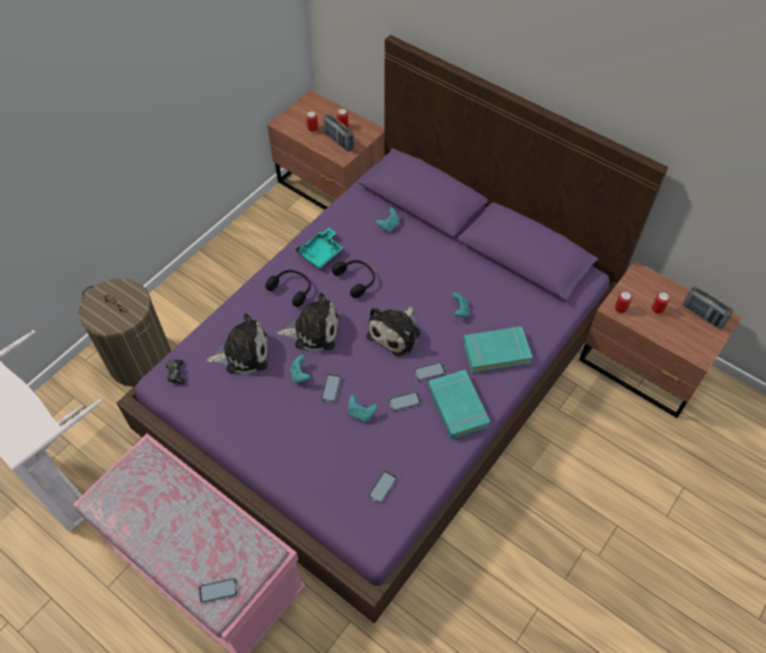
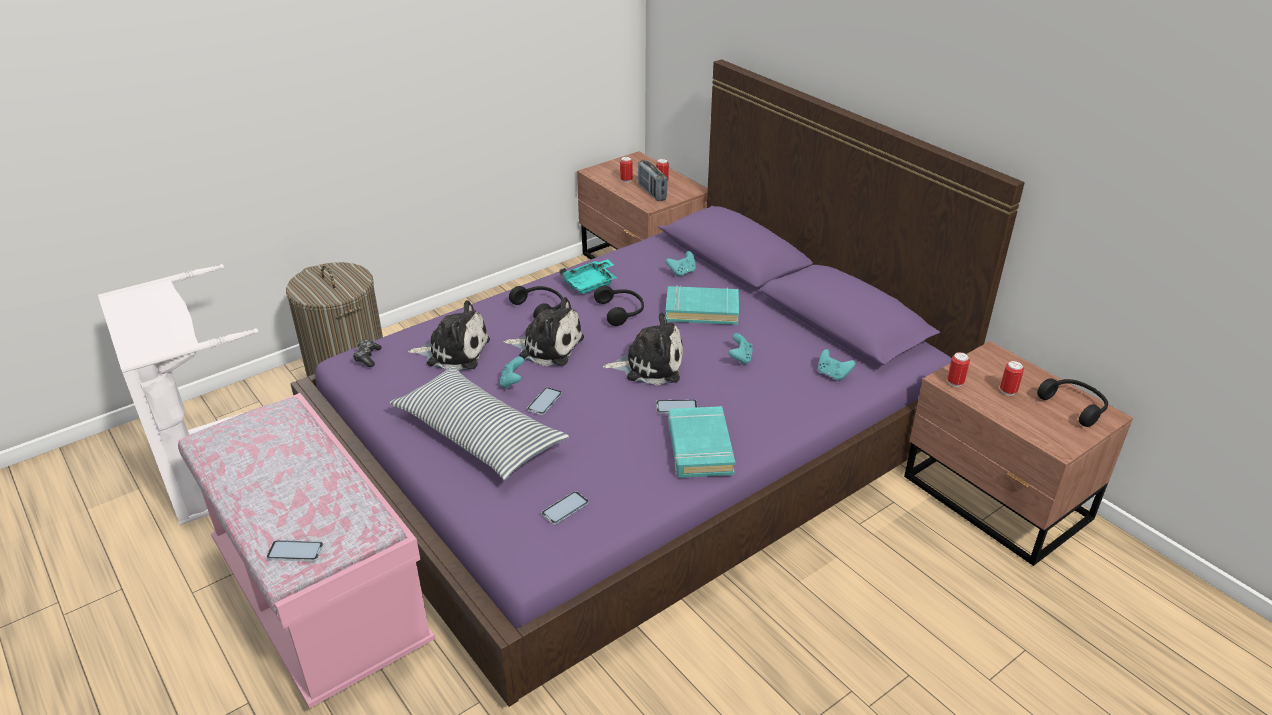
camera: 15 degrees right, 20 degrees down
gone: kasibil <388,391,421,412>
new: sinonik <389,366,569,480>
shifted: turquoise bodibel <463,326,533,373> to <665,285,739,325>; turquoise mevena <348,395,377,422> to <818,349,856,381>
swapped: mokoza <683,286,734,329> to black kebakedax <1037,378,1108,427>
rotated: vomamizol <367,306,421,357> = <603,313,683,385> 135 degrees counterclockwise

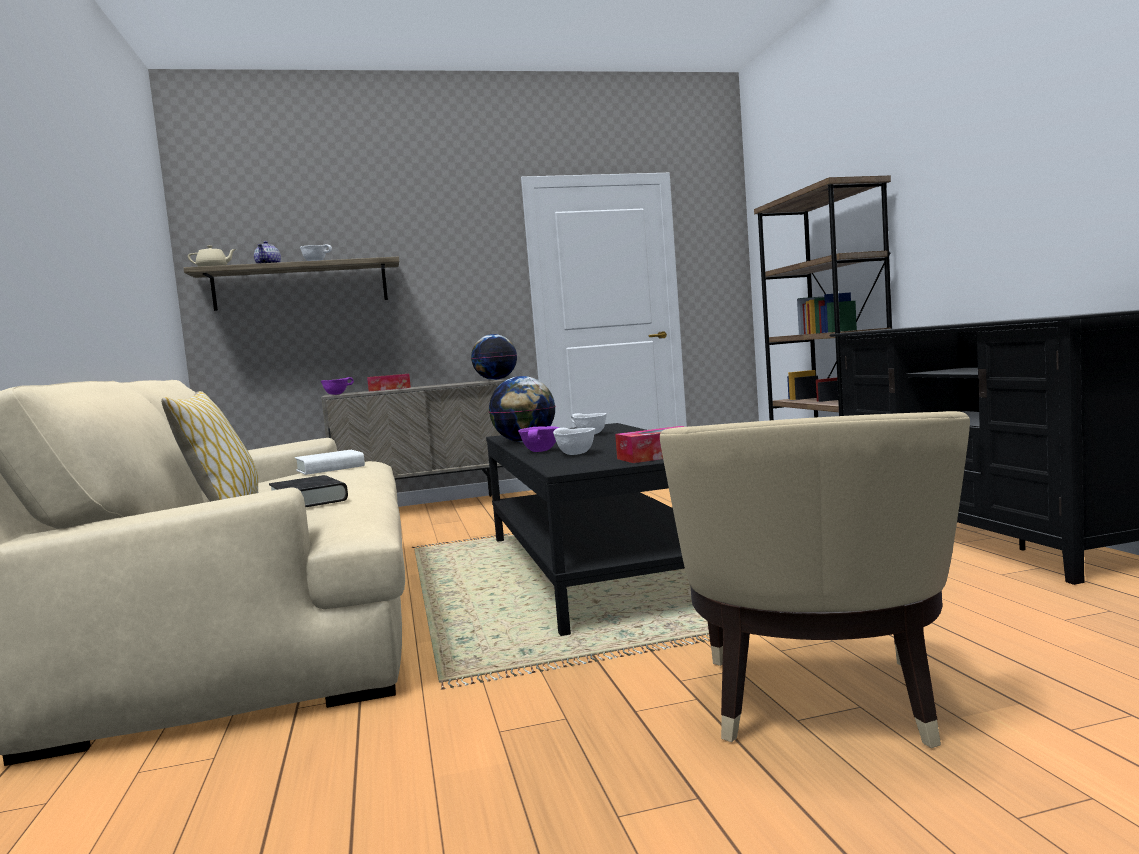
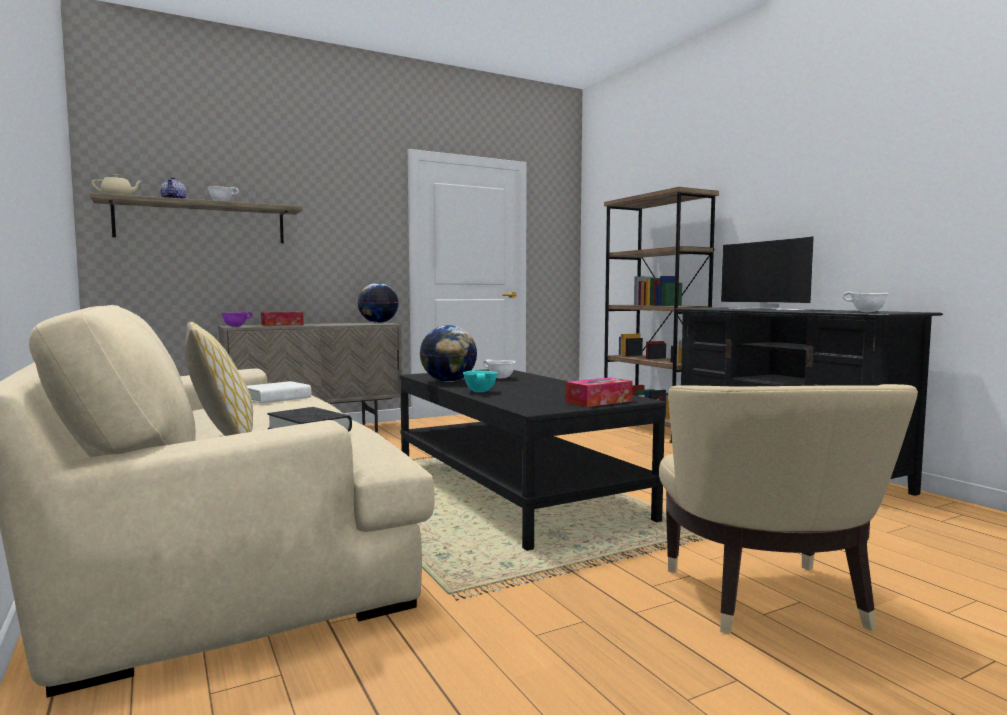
camera: 15 degrees left, 0 degrees up
new: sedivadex <721,236,815,310>
shifted: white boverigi <553,428,595,455> to <843,292,889,312>
repainted: purple boverigi <518,426,559,452> to turquoise boverigi <463,370,498,392>

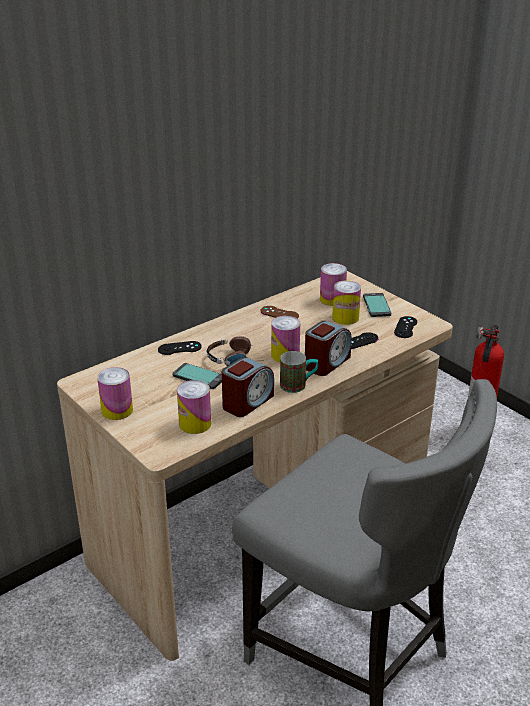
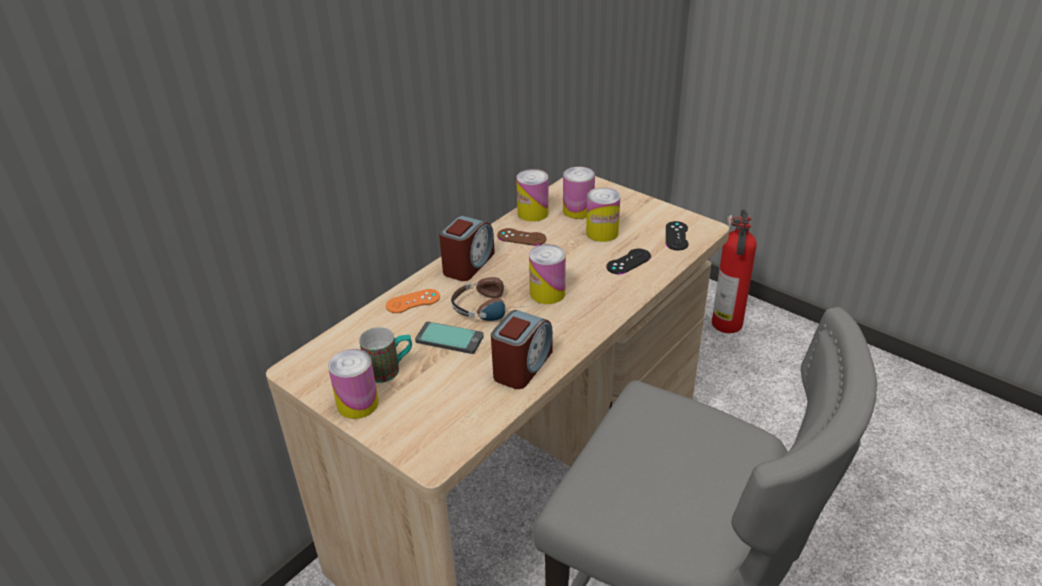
camera: 10 degrees left, 5 degrees up
gone: kasibil <363,293,391,317>
shifted: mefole <280,351,318,393> to <359,327,412,383>; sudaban <305,321,352,376> to <439,215,495,281>; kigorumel <177,380,211,434> to <516,169,549,222>
repainted: black mevena <158,341,202,355> to orange mevena <386,289,440,313>

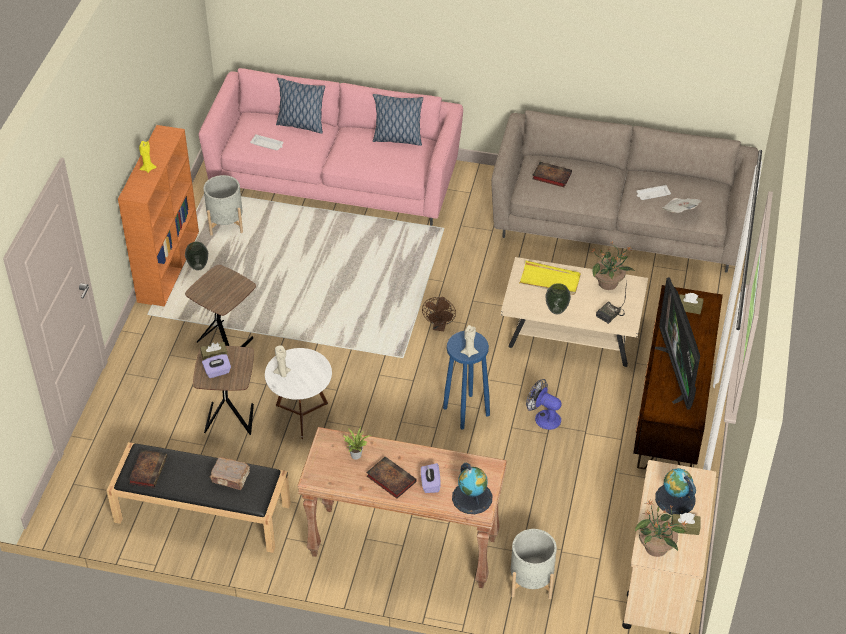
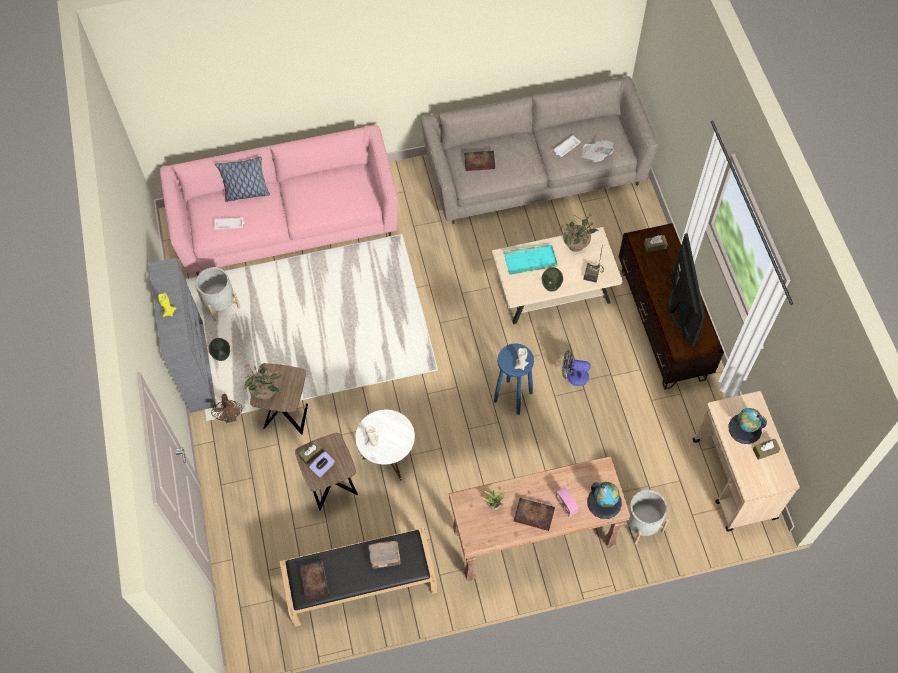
camera: 25 degrees left, 15 degrees up
gone: sinonik <373,94,423,146>
shifted: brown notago <422,297,456,331> to <211,394,242,423>; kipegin <635,501,687,557> to <245,363,282,400>
swapped: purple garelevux <421,463,441,493> to mokoza <556,487,579,517>
repainted: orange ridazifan <118,125,199,306> to grey ridazifan <149,258,216,413>; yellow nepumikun <519,261,581,295> to turquoise nepumikun <504,245,558,275>
rotated: sedivadex <655,278,700,410> = <669,233,705,347> 150 degrees counterclockwise

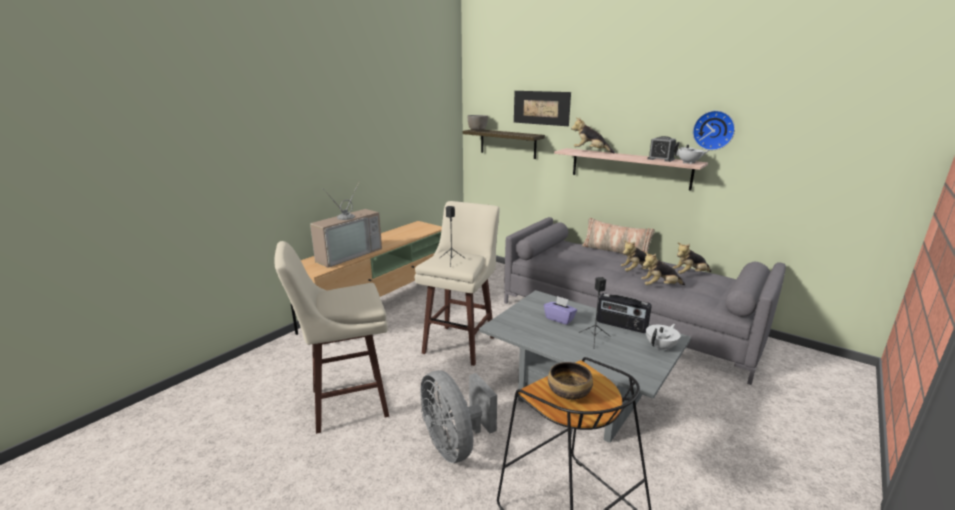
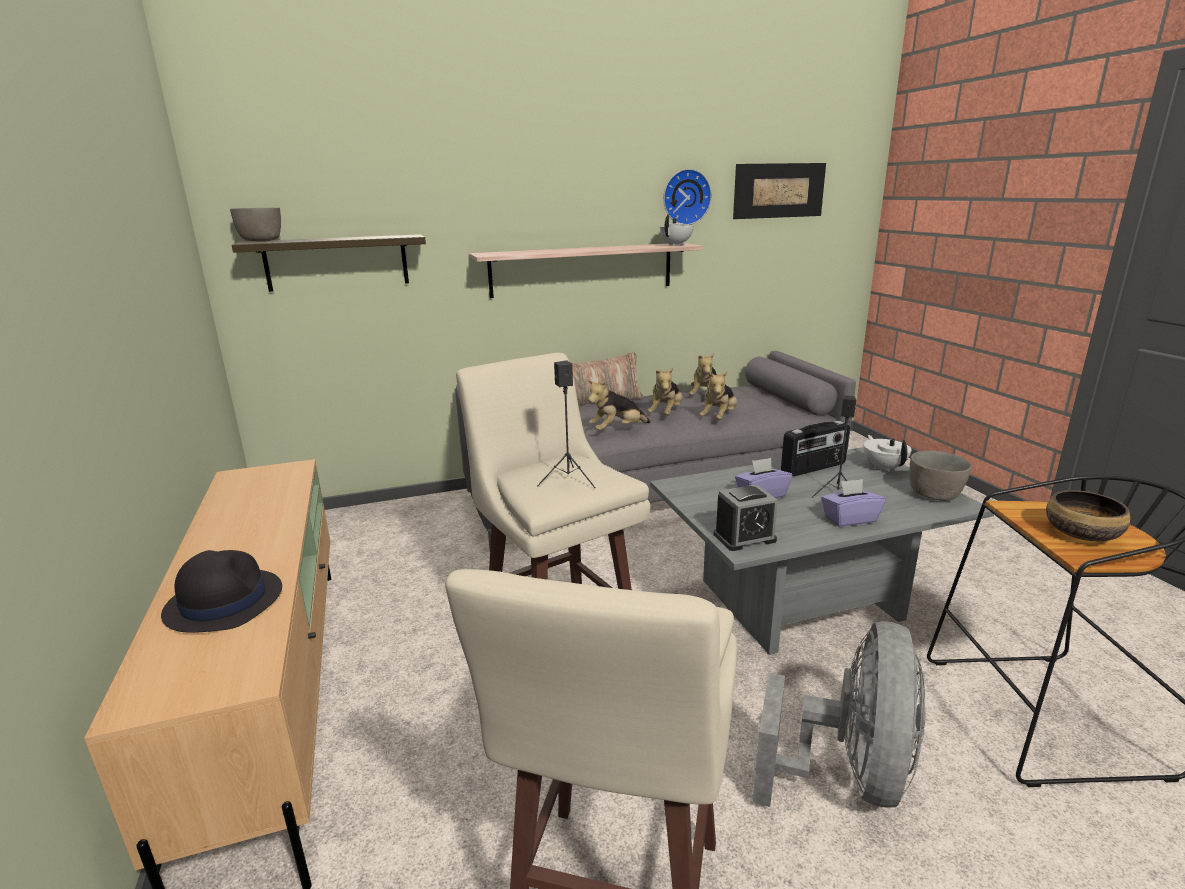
camera: 55 degrees left, 0 degrees up
new: purple garelevux <821,479,886,527>; grey boverigi <909,451,972,501>
shifted: vomamizol <571,118,615,153> to <587,380,650,430>; sudaban <648,136,676,162> to <714,484,778,551>; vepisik <514,91,571,126> to <733,163,826,219>
swapped: sedivadex <310,180,382,268> to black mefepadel <161,550,282,633>
rotated: grey notago <420,370,497,463> = <753,621,926,807> 75 degrees counterclockwise

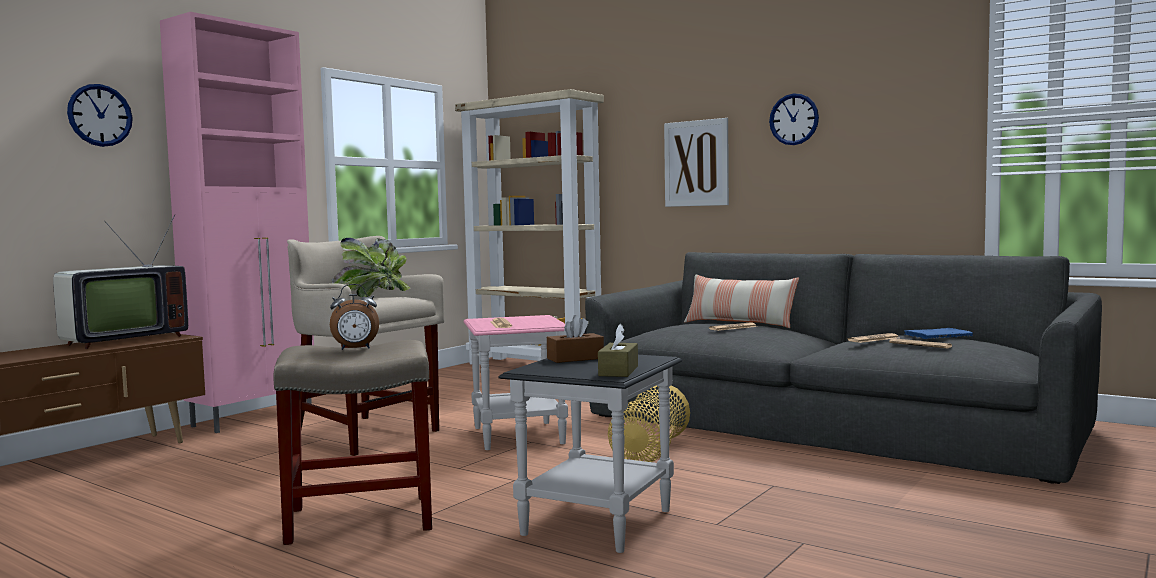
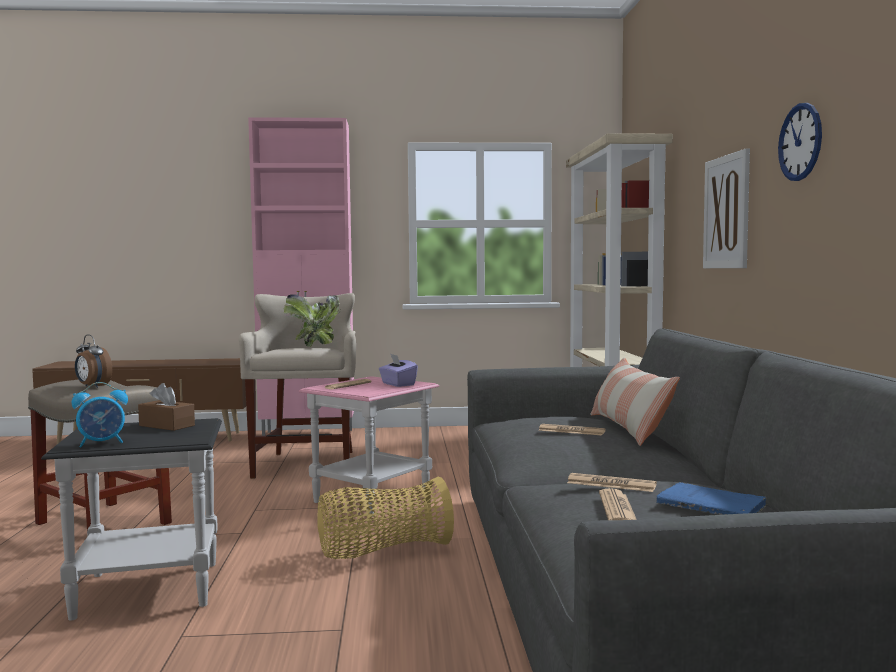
camera: 50 degrees right, 0 degrees up
gone: sedivadex <53,214,188,349>; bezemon <67,84,133,147>
new: purple garelevux <379,354,418,387>
swapped: brown garelevux <598,324,638,377> to sudaban <72,382,128,447>

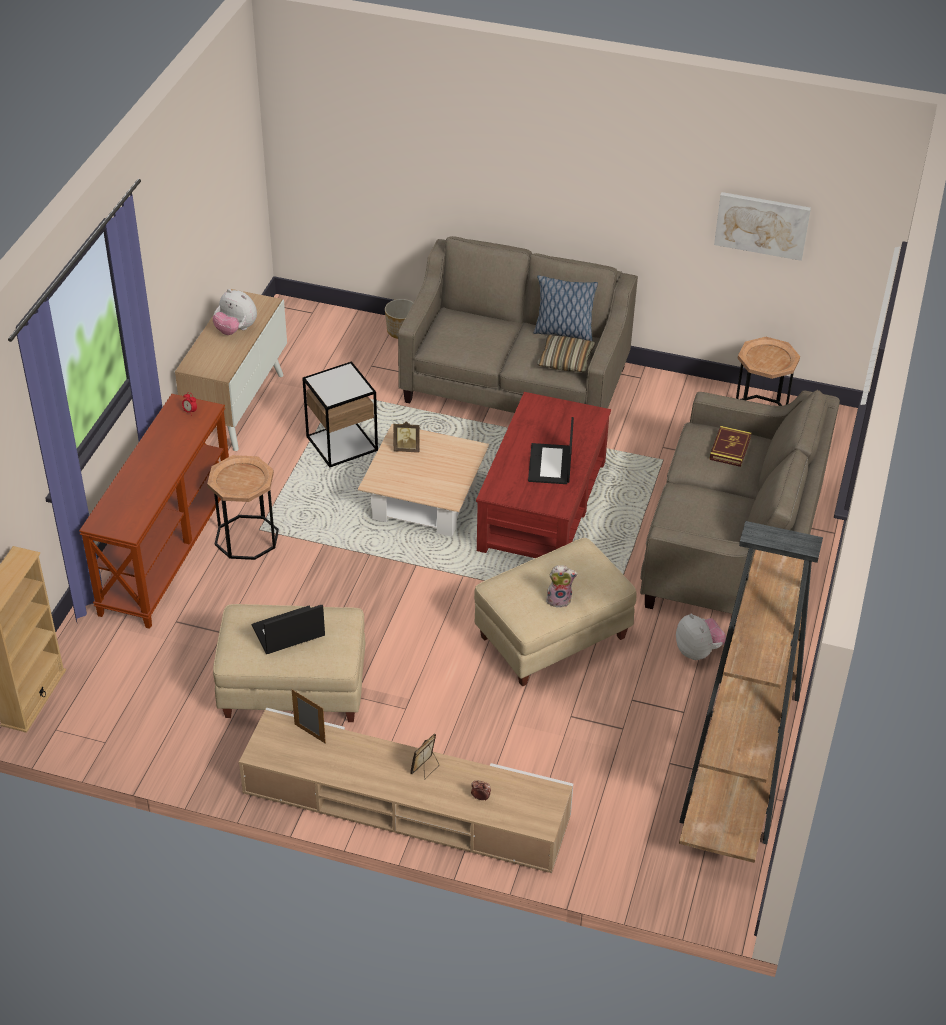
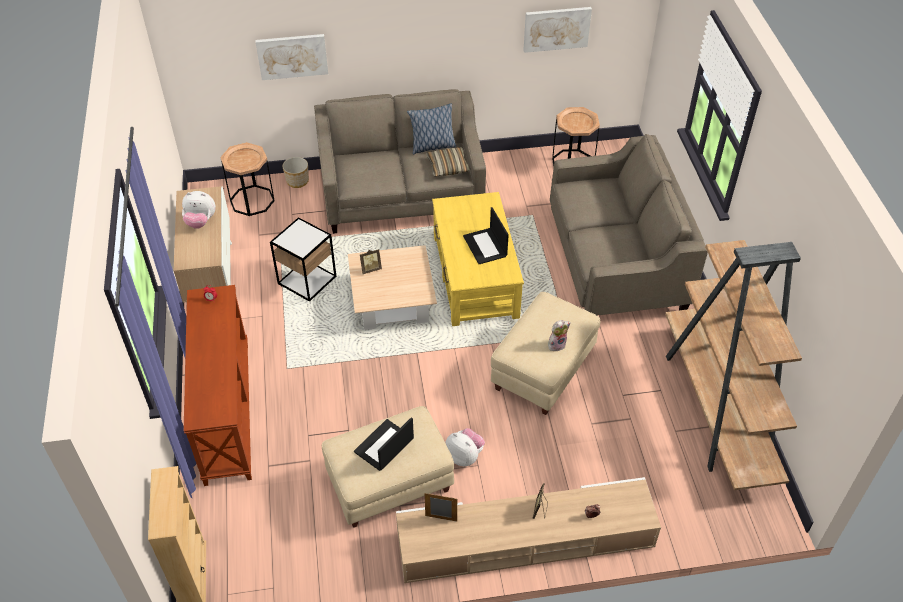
camera: 25 degrees left, 5 degrees up
gone: bodibel <709,426,752,467>
new: vepisik <255,34,328,80>
shifted: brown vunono <207,455,279,560> to <220,142,275,216>; vomamizol <676,613,726,660> to <445,428,485,466>
repainted: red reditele <476,392,611,558> to yellow reditele <432,192,524,326>

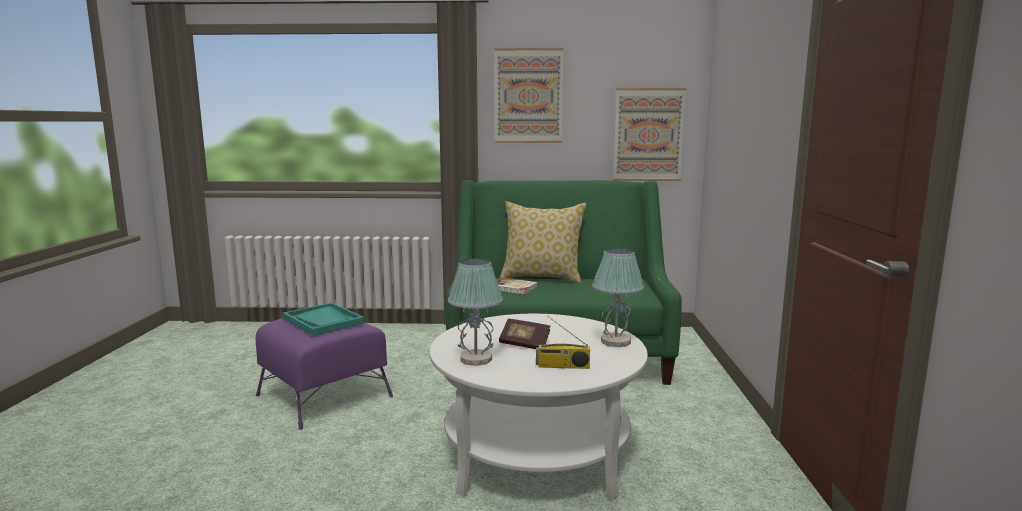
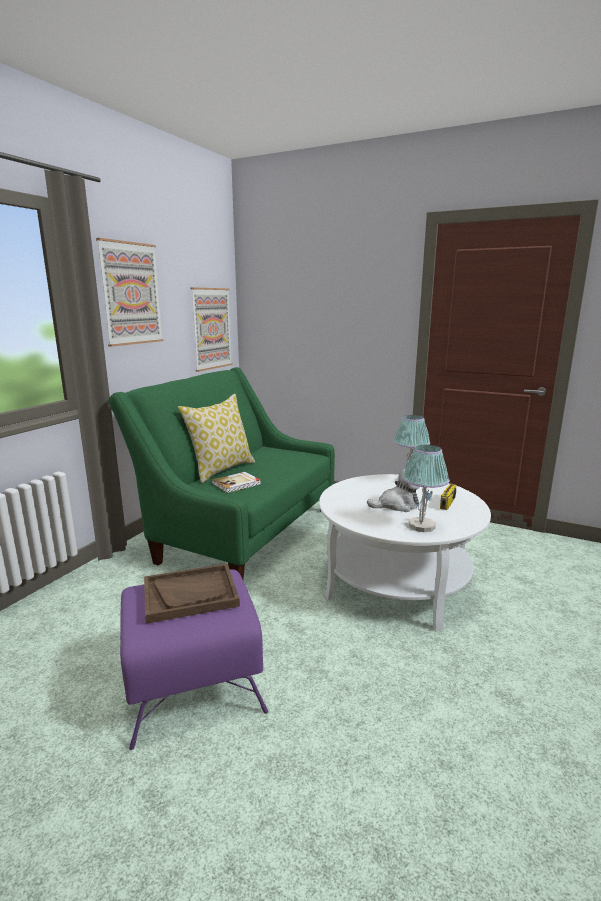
camera: 65 degrees left, 5 degrees up
swapped: bodibel <499,319,550,349> to vomamizol <367,469,420,512>
repainted: turquoise nepumikun <283,302,364,336> to brown nepumikun <144,563,240,624>

